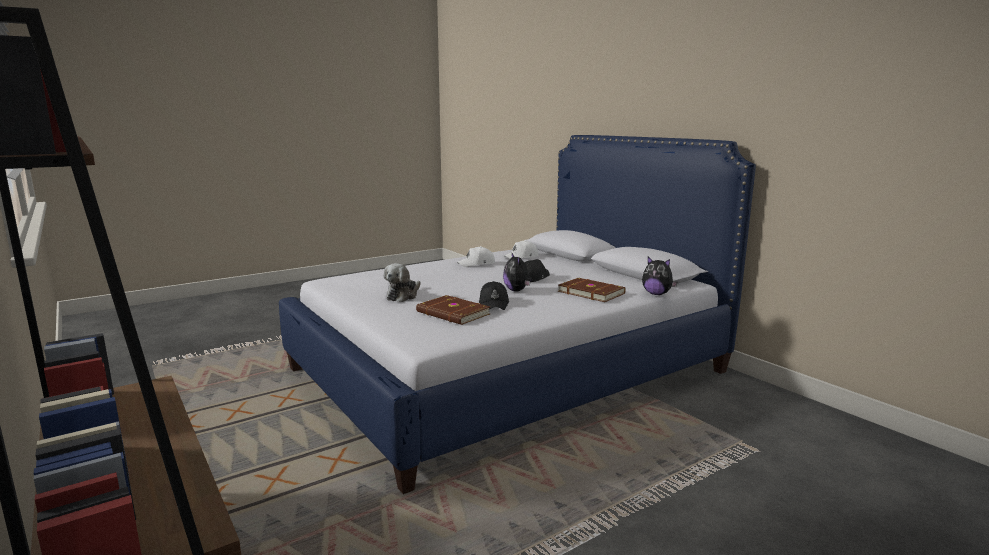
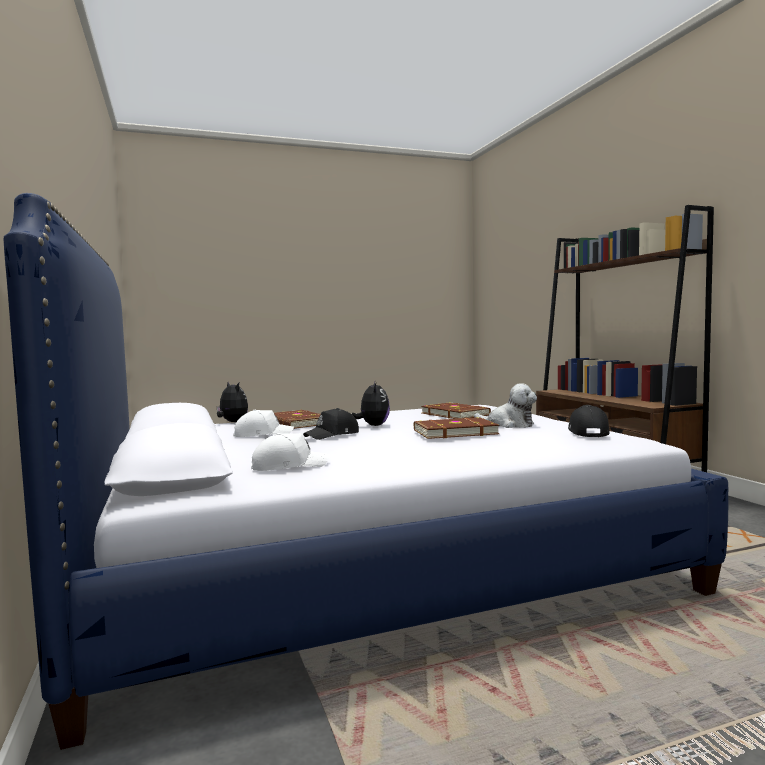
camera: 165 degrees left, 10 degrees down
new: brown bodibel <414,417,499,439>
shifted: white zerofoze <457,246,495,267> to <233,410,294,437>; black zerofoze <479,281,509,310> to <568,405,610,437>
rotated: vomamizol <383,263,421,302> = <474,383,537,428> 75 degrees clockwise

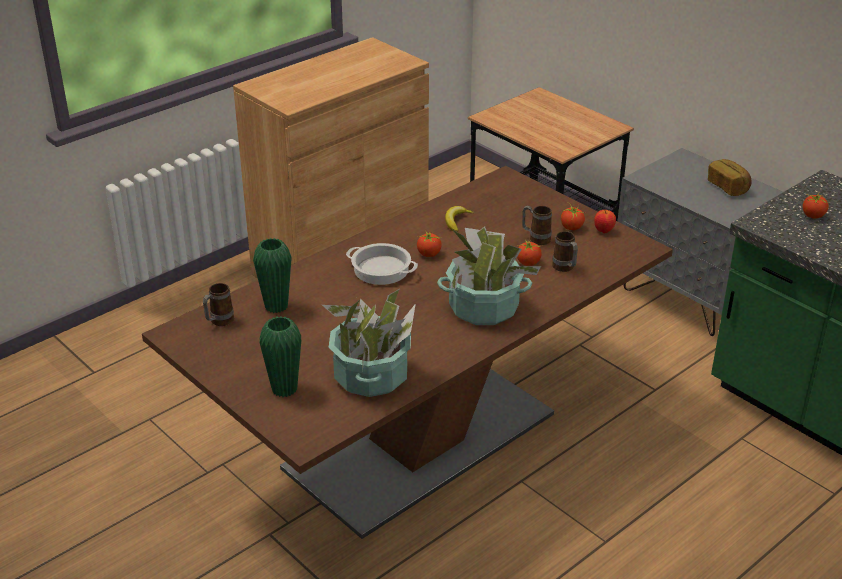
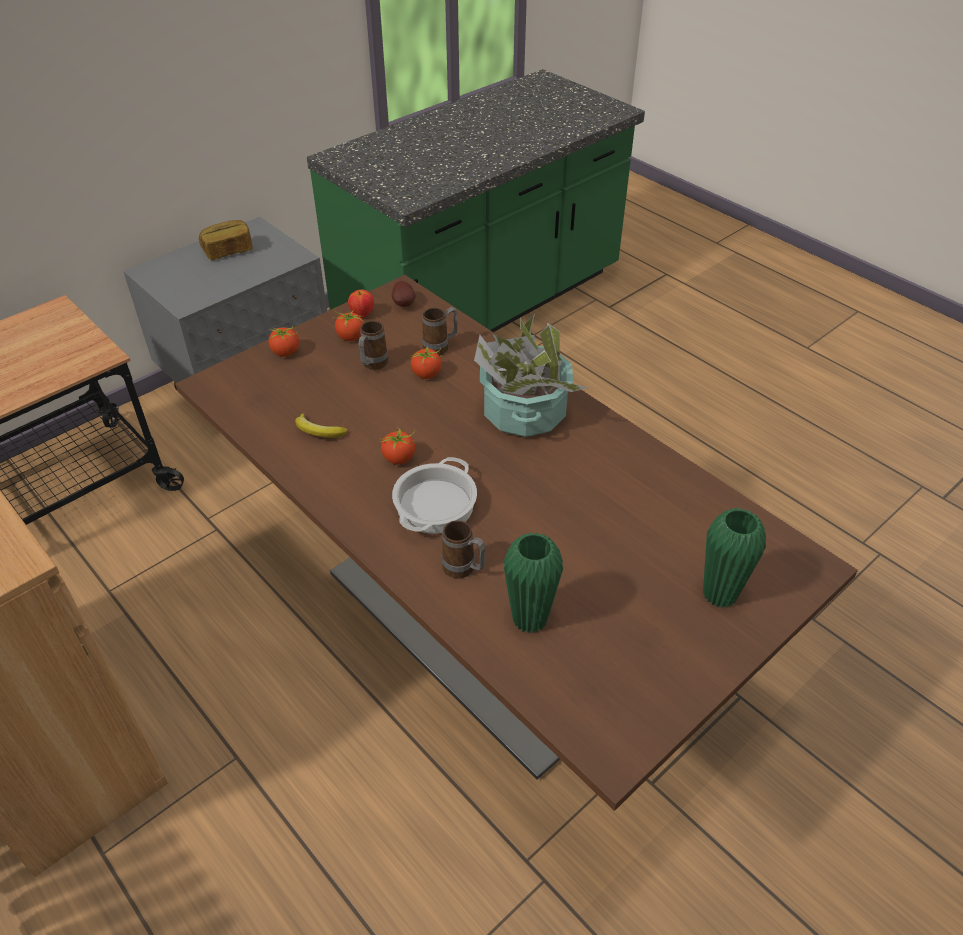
camera: 90 degrees left, 10 degrees up
gone: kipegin <322,289,416,397>
new: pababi <392,281,416,307>
shifted: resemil <802,194,829,219> to <269,326,299,357>; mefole <203,283,234,326> to <442,520,486,578>

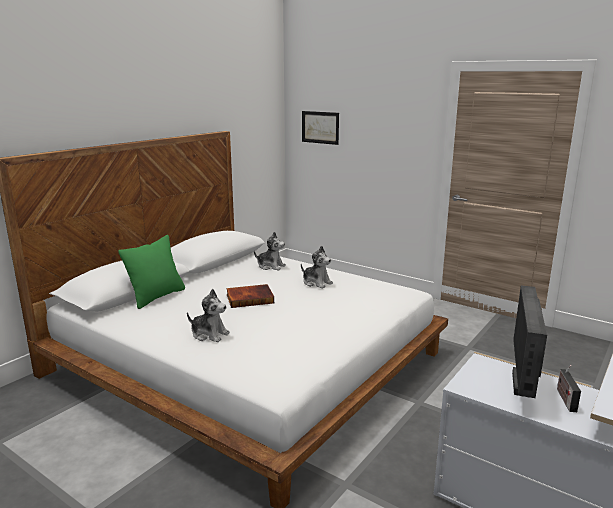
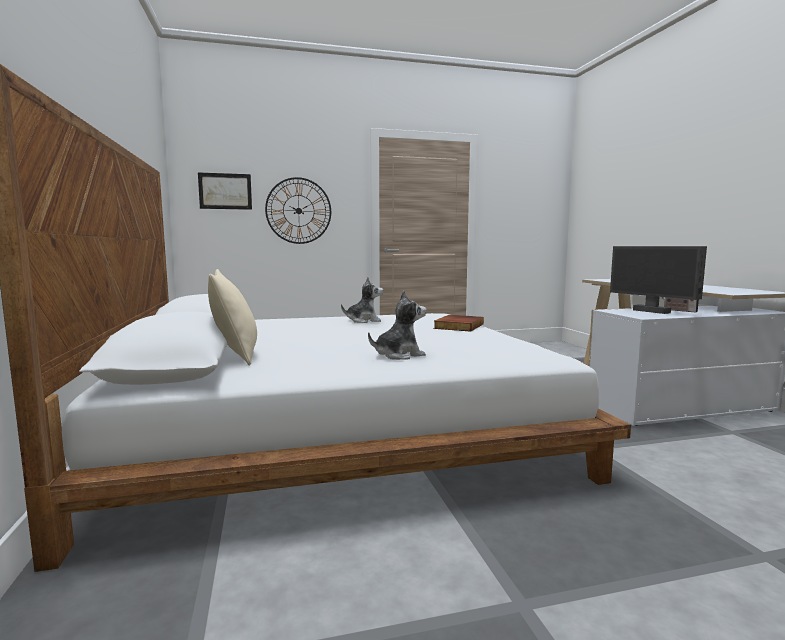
camera: 50 degrees left, 10 degrees down
gone: vomamizol <254,231,286,270>
new: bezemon <265,177,331,244>
shifted: bodibel <226,284,274,308> to <433,315,484,331>
repainted: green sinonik <118,235,185,309> to beige sinonik <208,269,257,366>

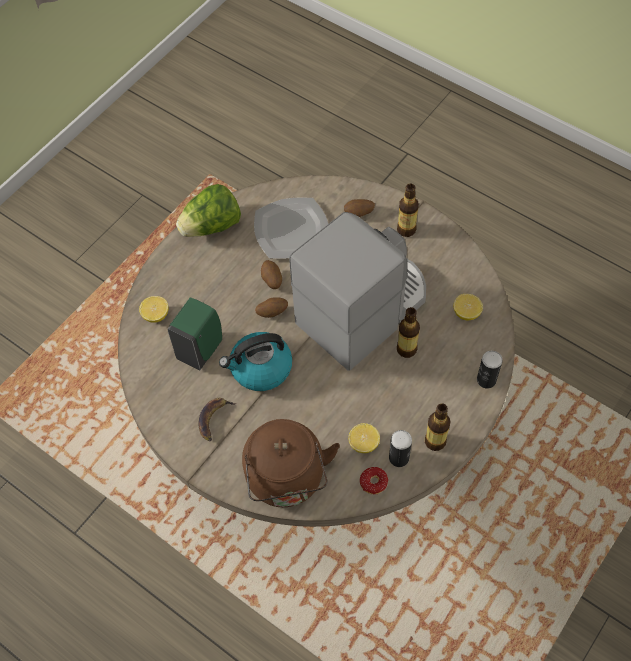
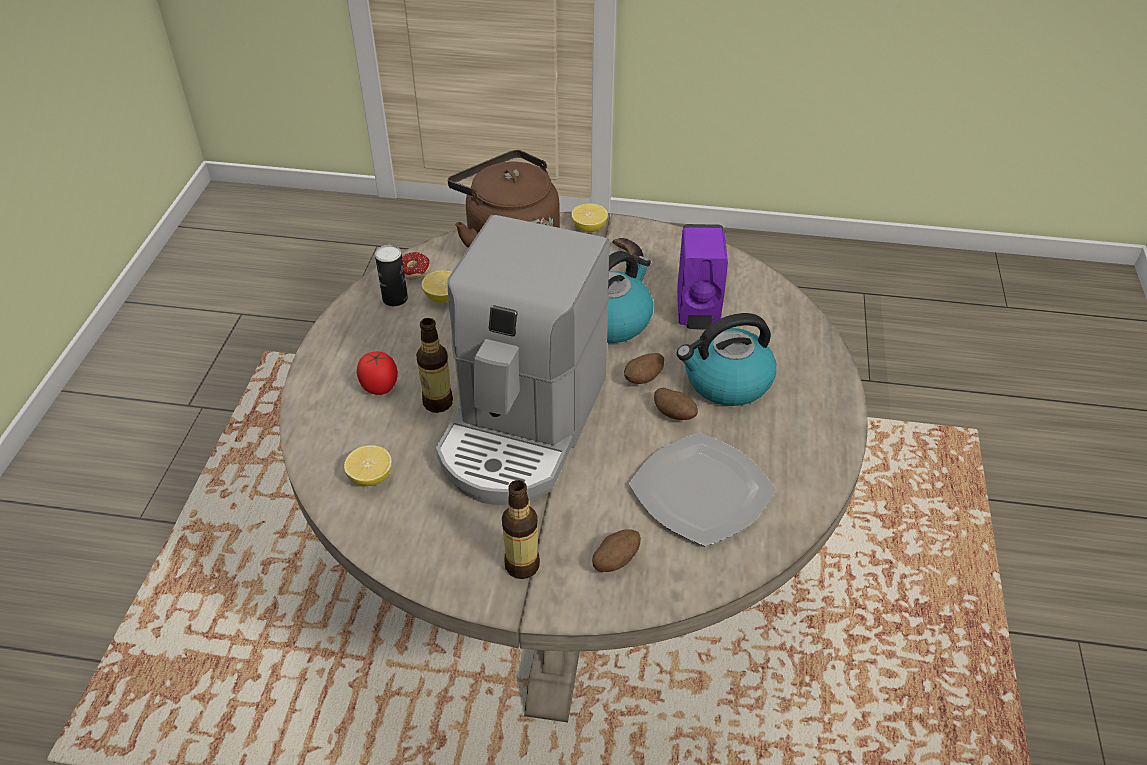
camera: 150 degrees right, 15 degrees down
gone: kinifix <176,184,241,237>; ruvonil <425,403,451,451>; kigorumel <477,351,503,389>
new: resemil <357,351,398,395>; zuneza <677,313,776,406>
shifted: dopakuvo <139,296,168,323> to <571,203,608,232>
repainted: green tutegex <167,297,222,370> to purple tutegex <677,224,728,329>

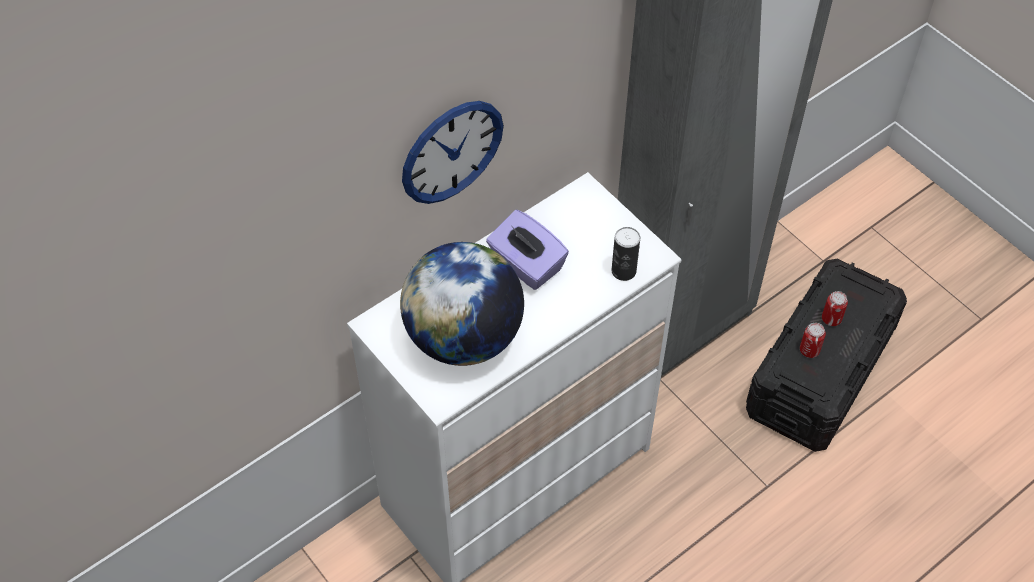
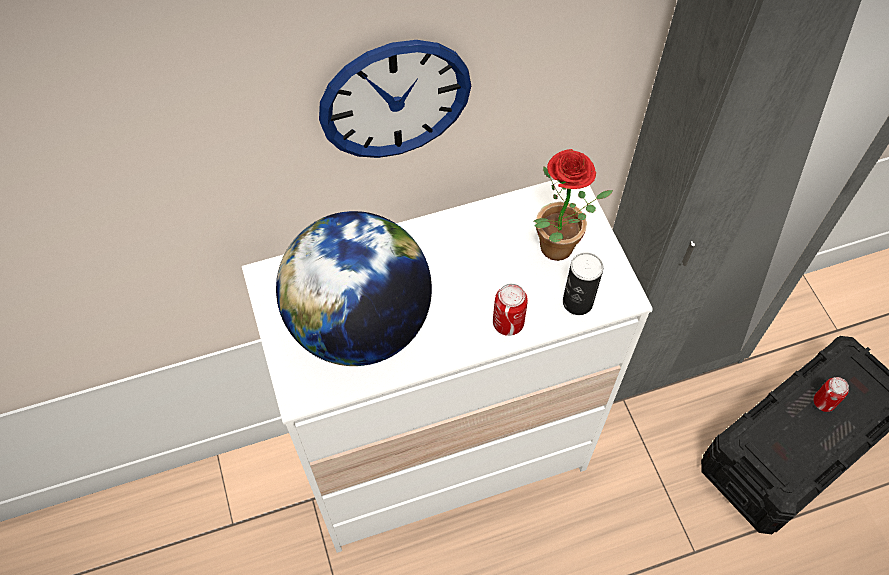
camera: 20 degrees right, 5 degrees up
gone: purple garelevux <486,210,569,290>
new: kipegin <534,149,613,261>
shifted: kigorumel <800,323,826,358> to <493,283,528,336>

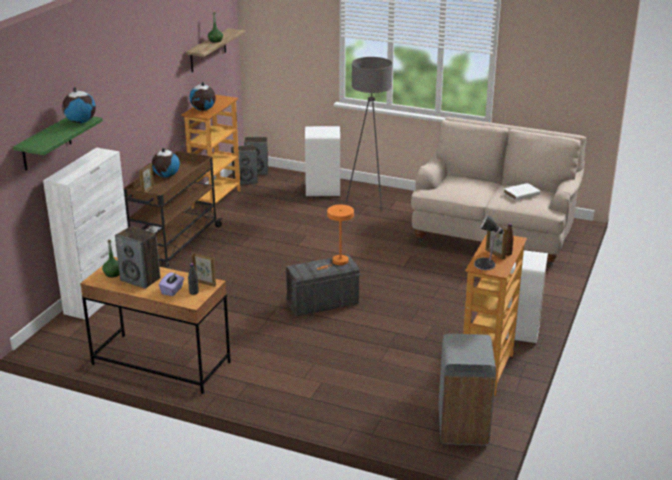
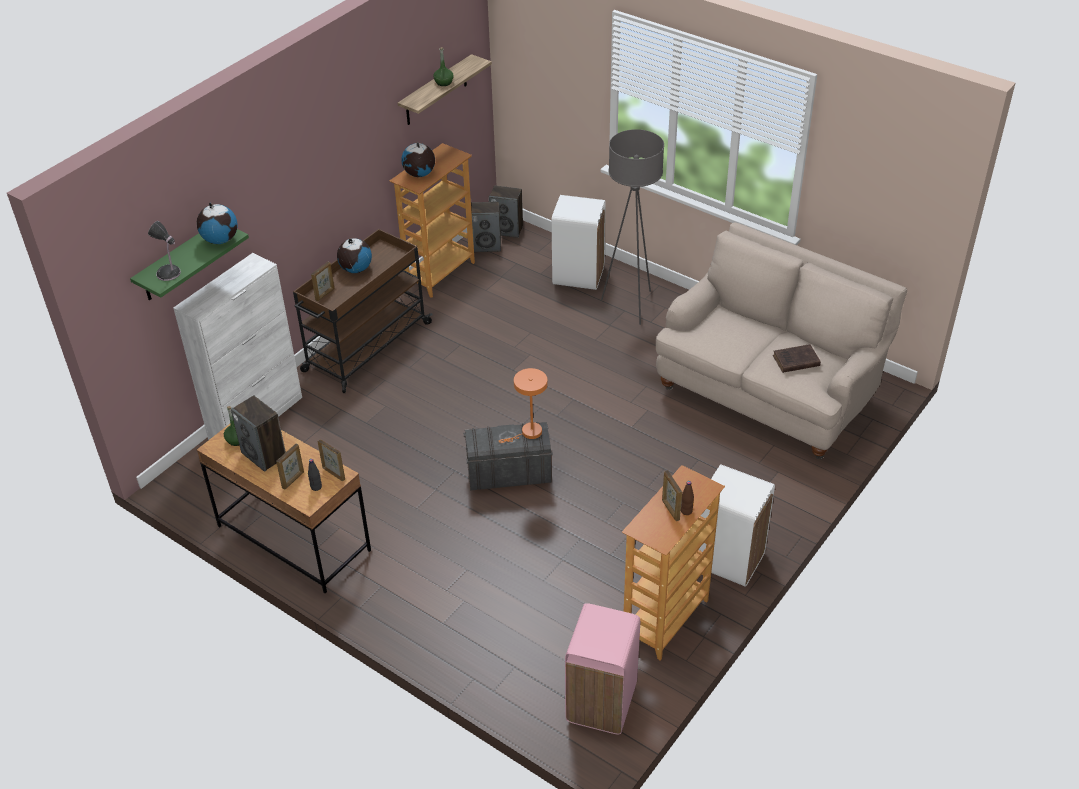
camera: 15 degrees right, 15 degrees up
shifted: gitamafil <474,215,504,270> to <148,221,181,281>
swapped: purple garelevux <159,272,184,296> to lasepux <276,444,304,490>
repainted: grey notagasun <439,334,496,446> to pink notagasun <565,603,640,735>; white bodibel <503,183,540,201> to brown bodibel <773,344,821,373>

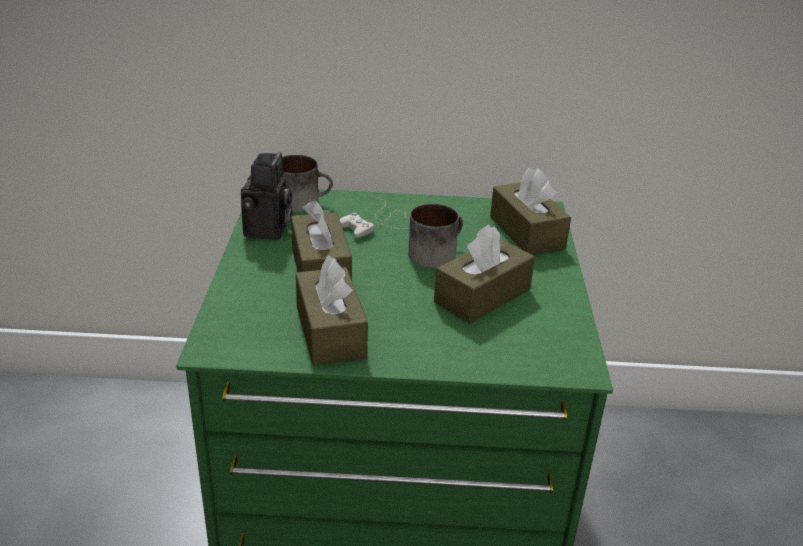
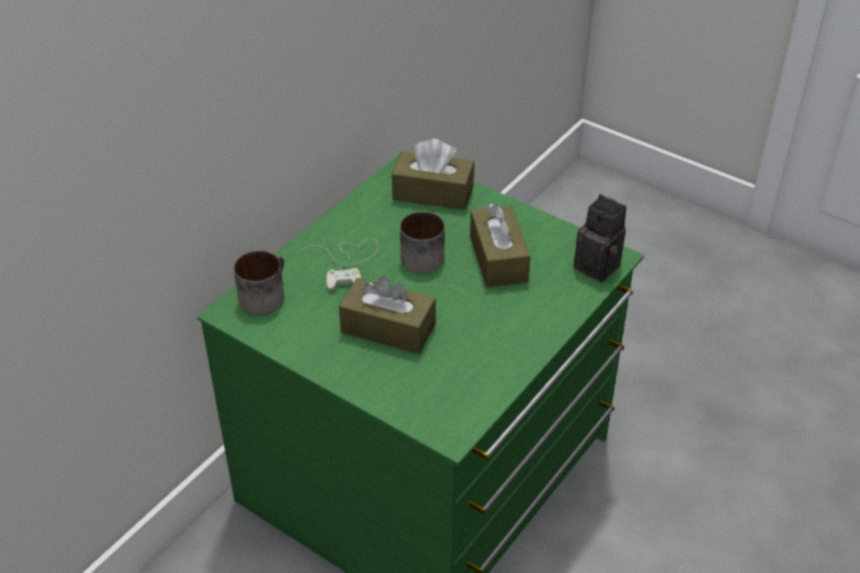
camera: 55 degrees left, 10 degrees up
gone: brown garelevux <296,256,368,365>
shifted: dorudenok <241,152,293,240> to <574,194,627,282>

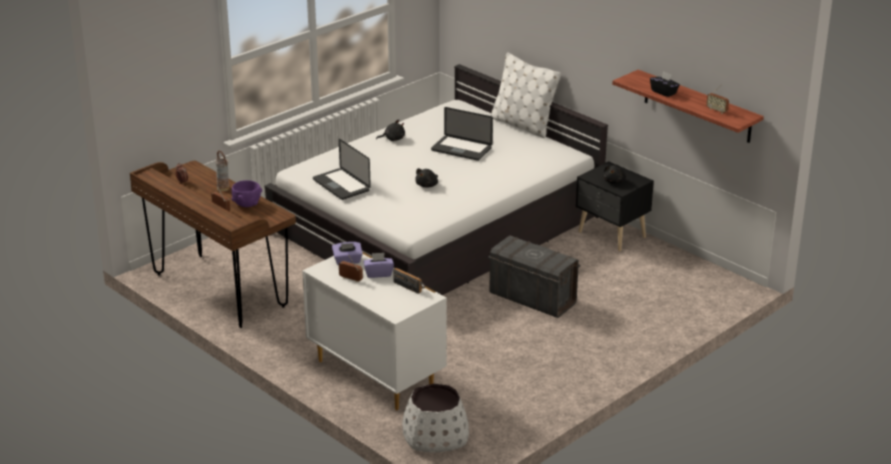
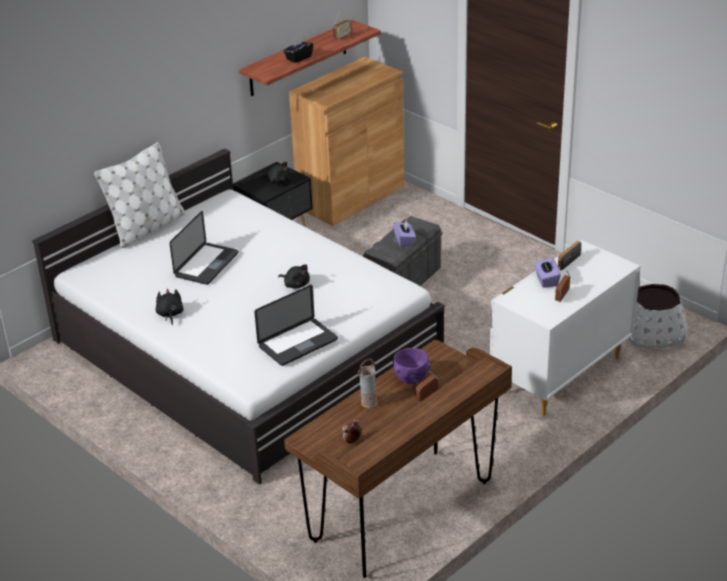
camera: 90 degrees left, 5 degrees up
new: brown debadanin <289,57,405,226>
shifted: purple garelevux <332,242,363,265> to <393,221,416,247>

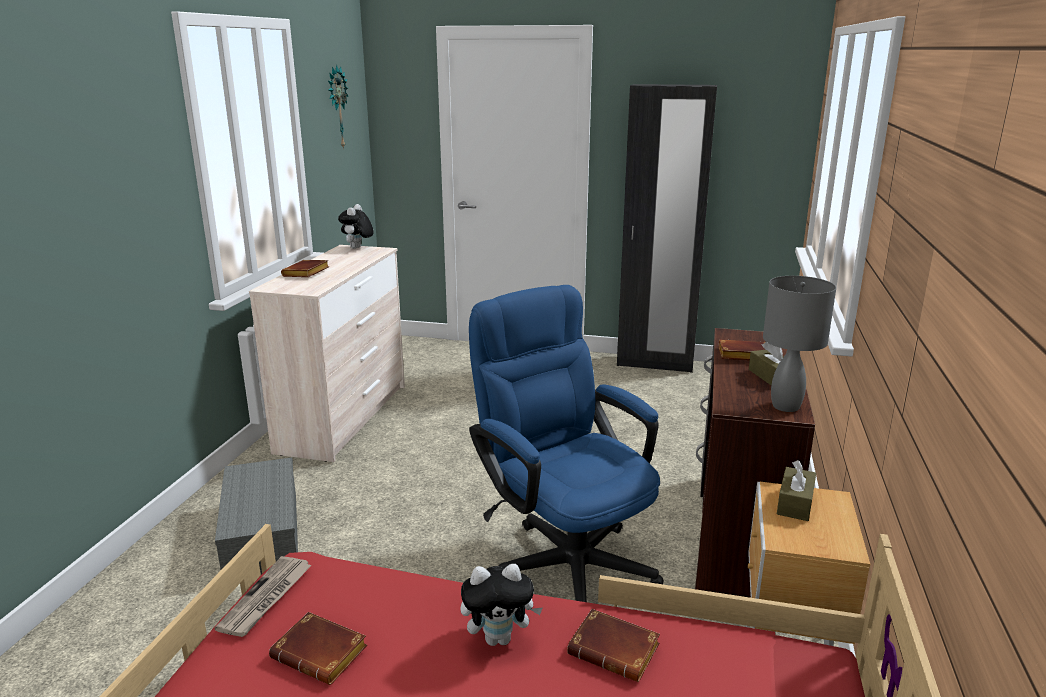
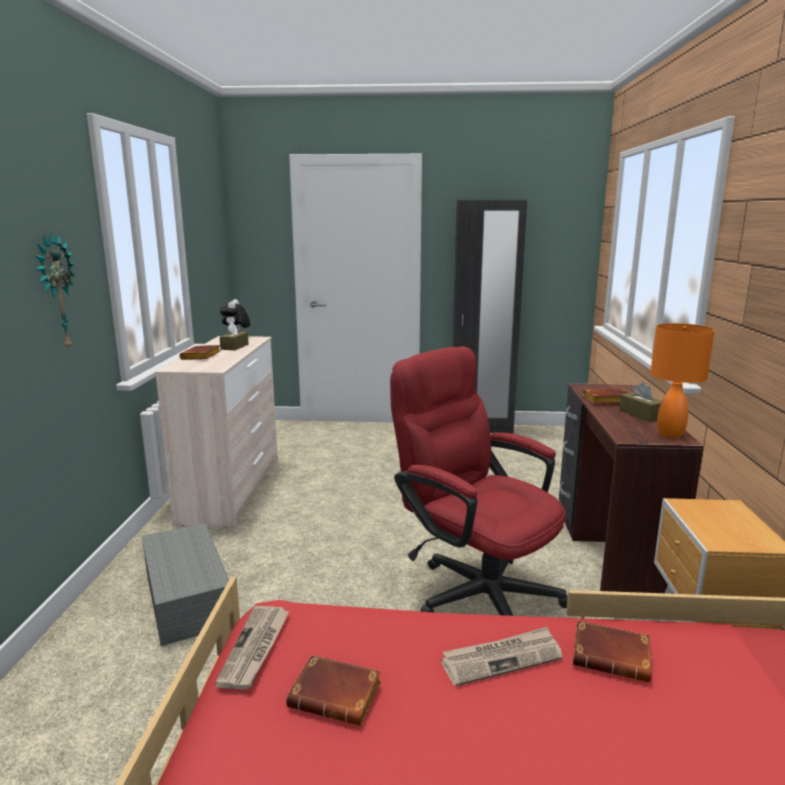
camera: 10 degrees left, 5 degrees down
shifted: bezemon <328,65,349,149> to <35,232,75,349>; brown garelevux <777,460,816,521> to <220,322,249,350>
swapped: vomamizol <460,564,543,646> to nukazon <441,627,563,687>
repainted: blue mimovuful <469,285,664,602> to red mimovuful <390,346,568,616>; grey gitamafil <763,276,836,412> to orange gitamafil <650,323,715,438>

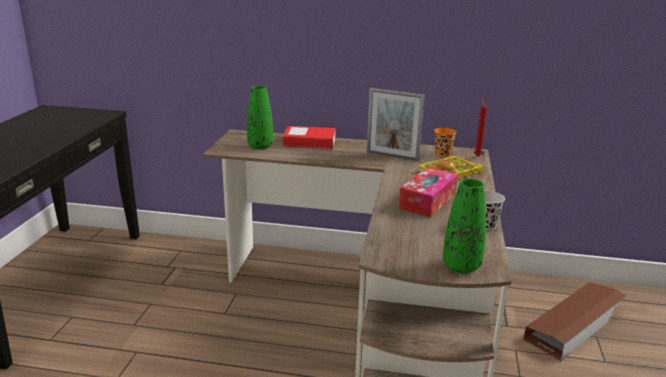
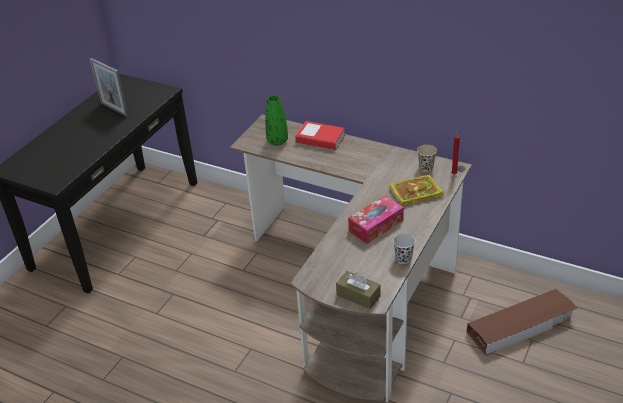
camera: 20 degrees right, 15 degrees up
shifted: lasepux <367,88,425,161> to <90,58,128,117>
swapped: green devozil <443,179,486,273> to brown garelevux <336,271,381,309>
repainted: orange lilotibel <434,128,457,157> to beige lilotibel <417,145,437,171>

